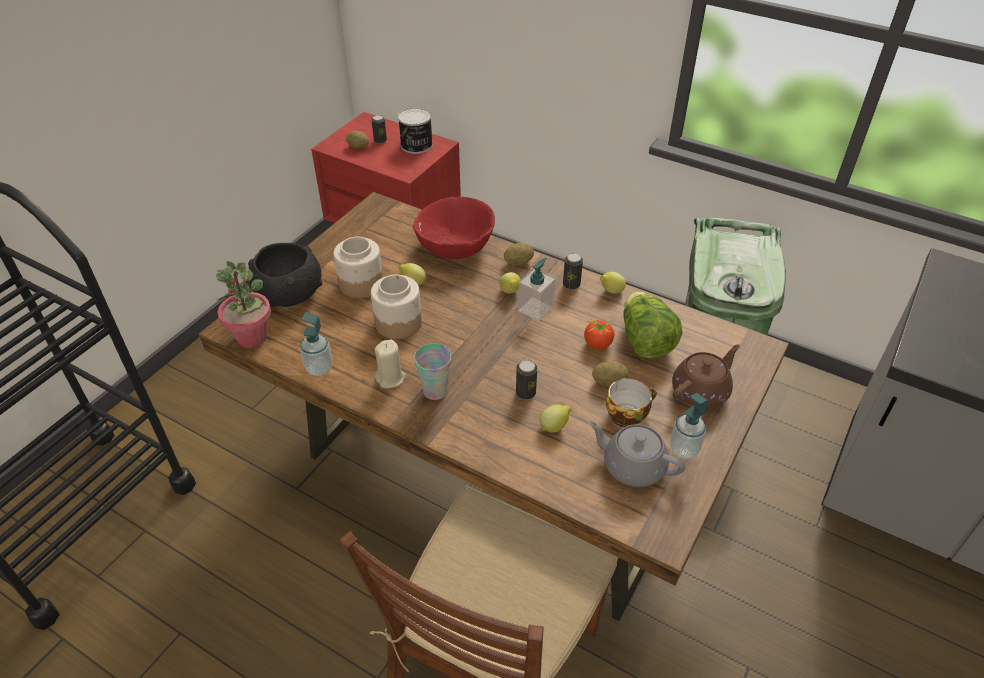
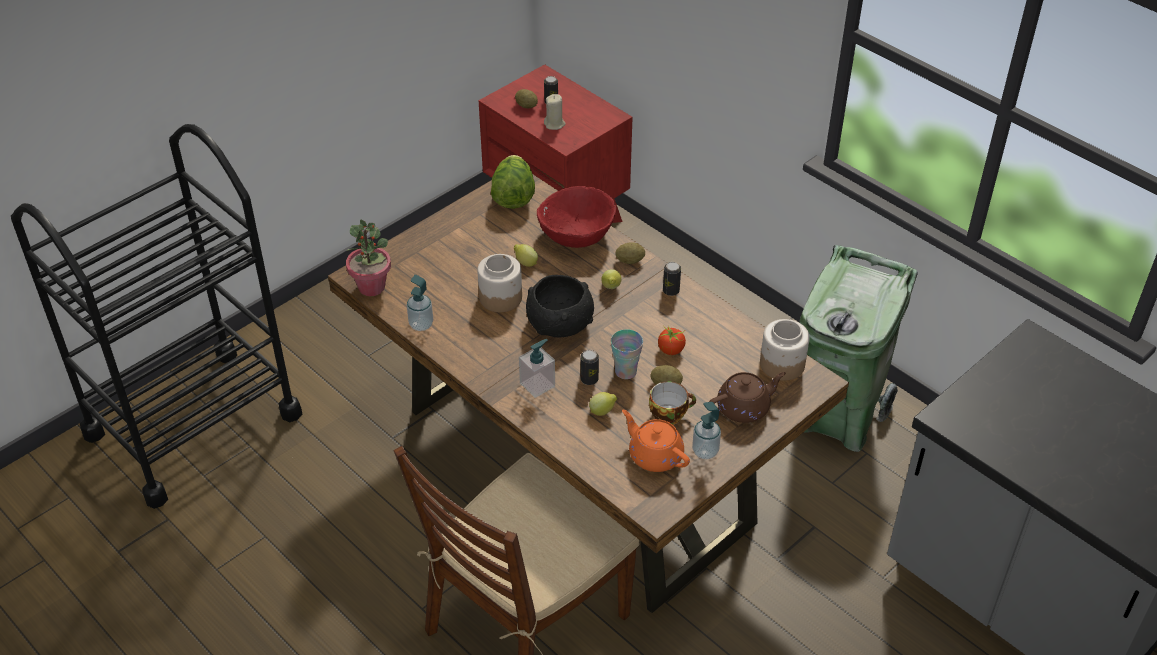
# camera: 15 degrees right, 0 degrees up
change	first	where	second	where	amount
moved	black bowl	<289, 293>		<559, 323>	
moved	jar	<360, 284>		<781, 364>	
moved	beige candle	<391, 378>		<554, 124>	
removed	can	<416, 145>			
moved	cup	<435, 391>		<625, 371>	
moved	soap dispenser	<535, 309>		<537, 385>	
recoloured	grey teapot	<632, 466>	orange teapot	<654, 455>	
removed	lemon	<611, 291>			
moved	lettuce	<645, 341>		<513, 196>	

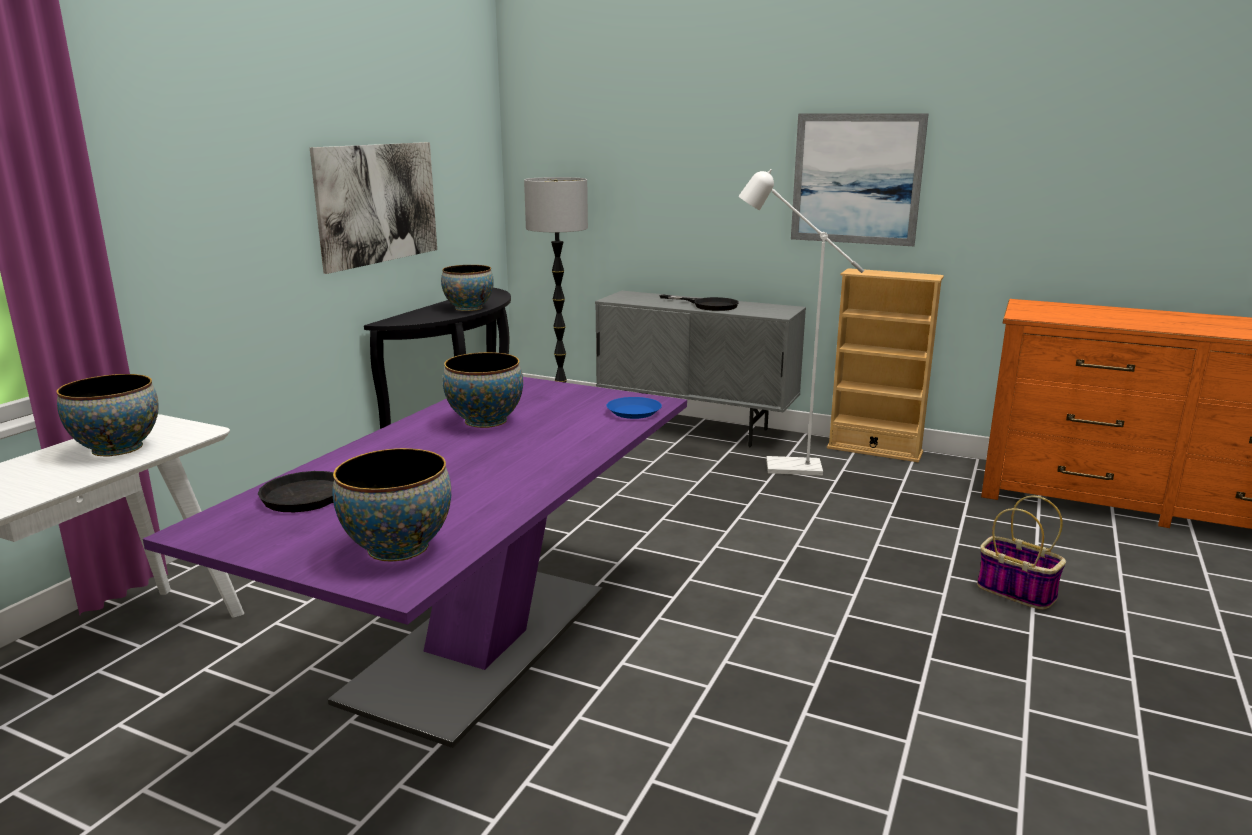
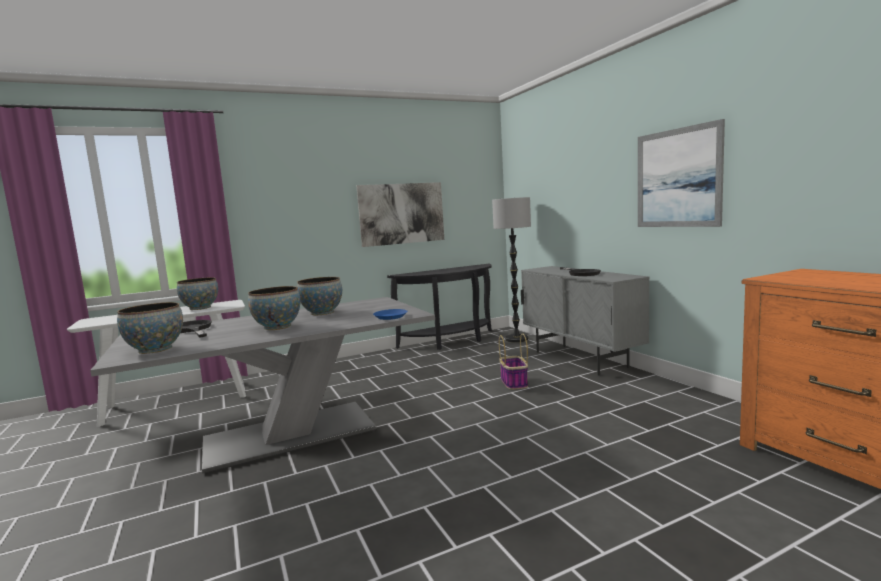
# camera: 40 degrees right, 10 degrees down
change	first	where	second	where	amount
recoloured	purple dining table	<480, 644>	grey dining table	<289, 435>	
moved	bowl	<469, 308>		<277, 327>	
removed	white floor lamp	<782, 467>			
removed	beige bookcase	<874, 450>			
moved	basket	<1014, 591>		<514, 382>	

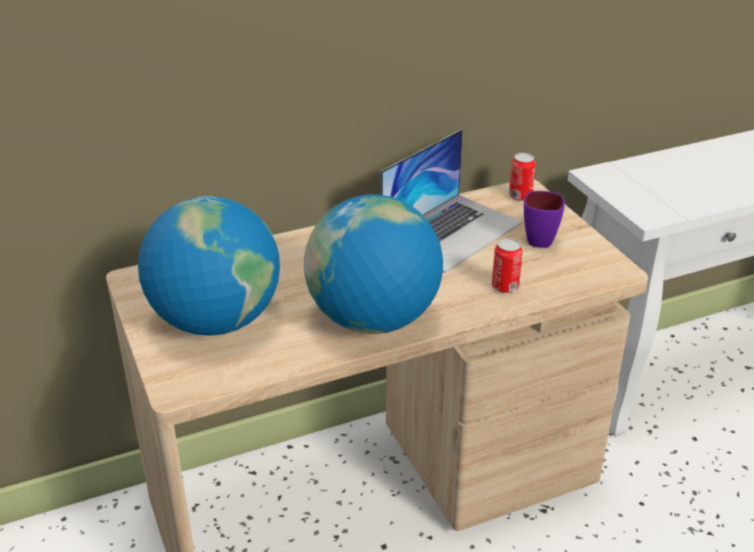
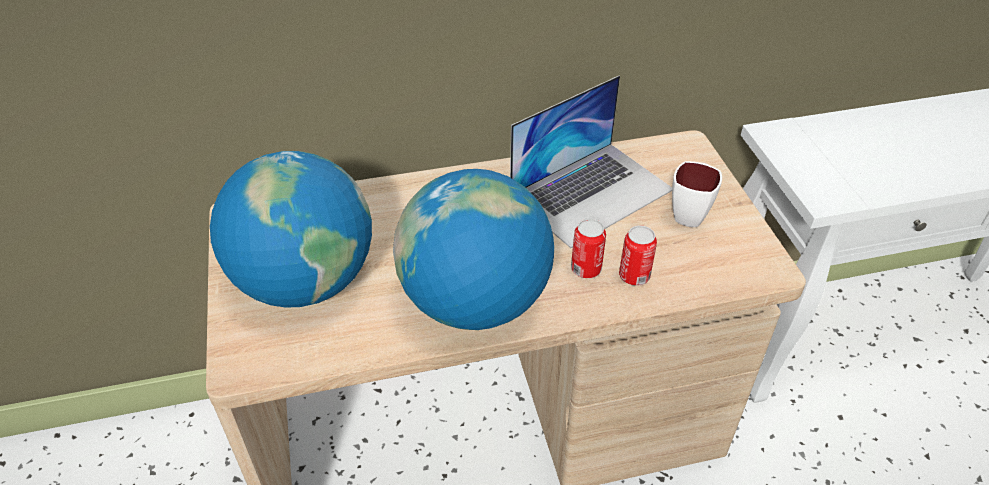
# camera: 10 degrees right, 10 degrees up
change	first	where	second	where	amount
moved	can	<520, 196>		<586, 269>	
recoloured	purple mug	<540, 237>	white mug	<690, 212>	

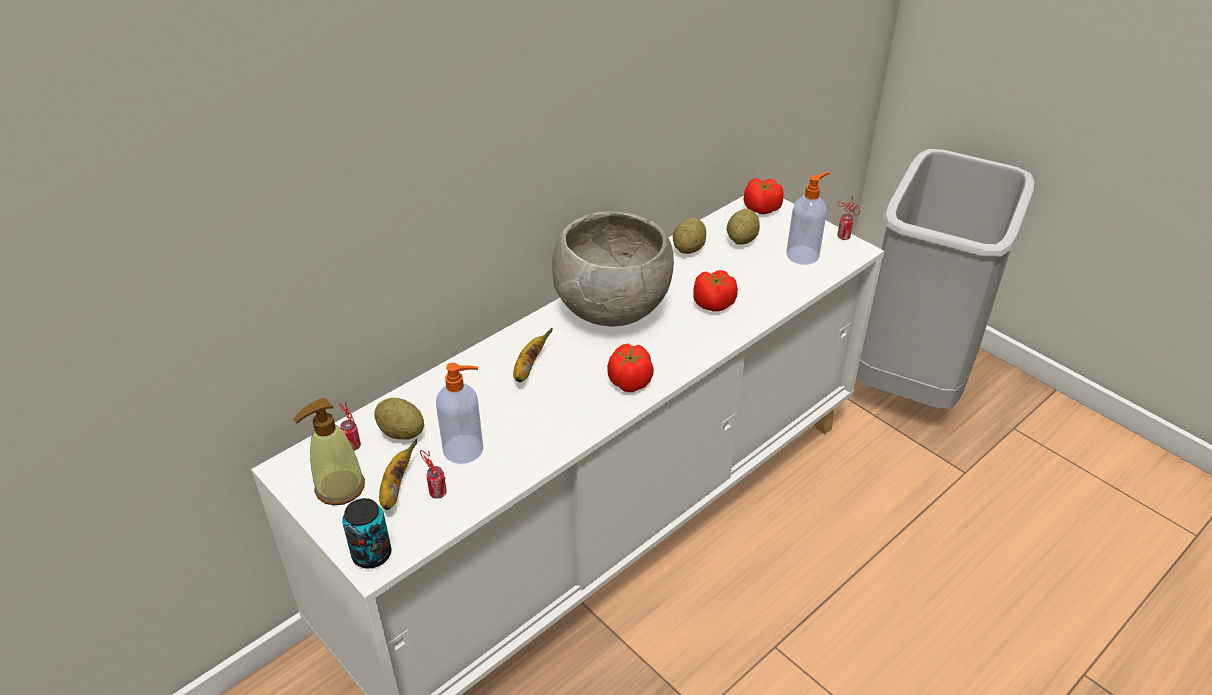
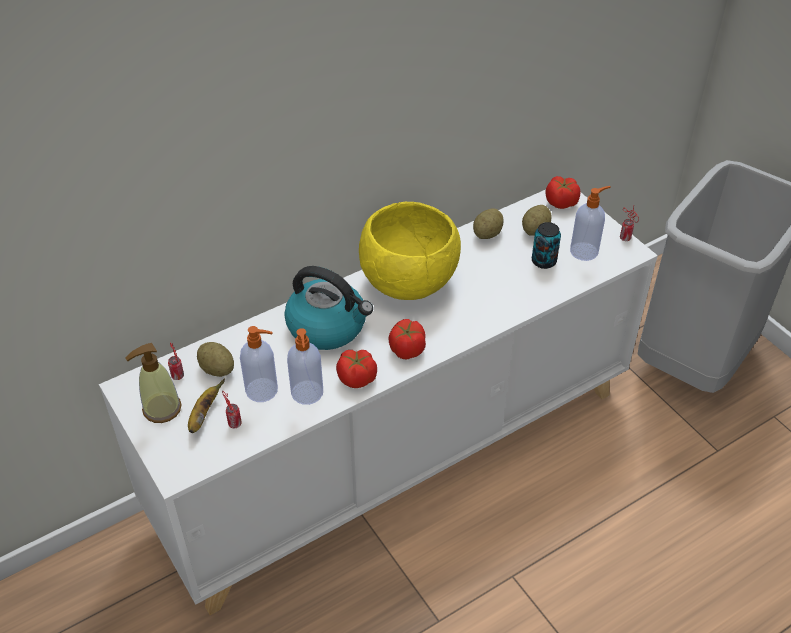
# camera: 10 degrees right, 5 degrees up
change	first	where	second	where	amount
moved	can	<372, 554>		<543, 261>	
replaced	banana	<528, 368>	kettle	<328, 326>	
recoloured	grey bowl	<613, 310>	yellow bowl	<409, 283>	
moved	tomato	<714, 304>		<357, 378>	
added			soap dispenser	<307, 393>	

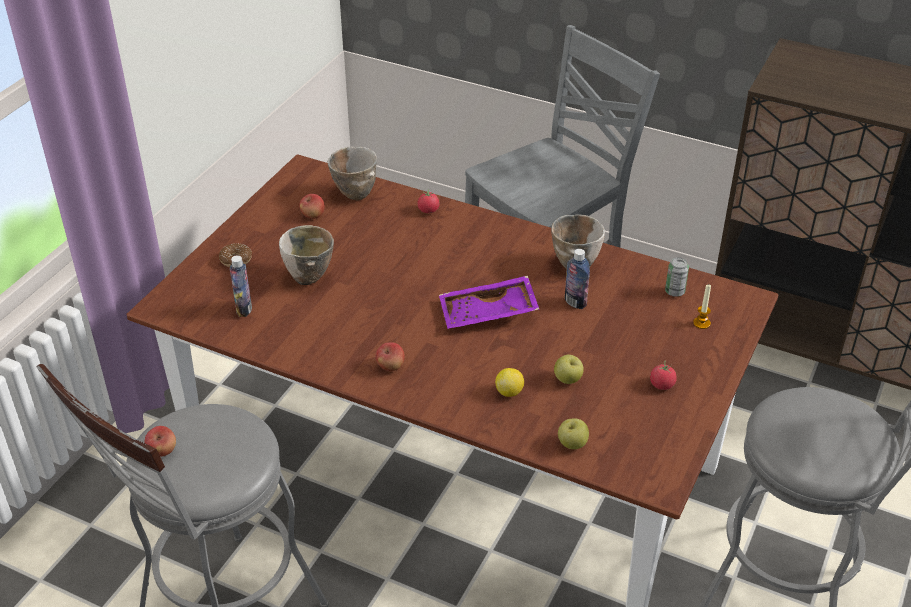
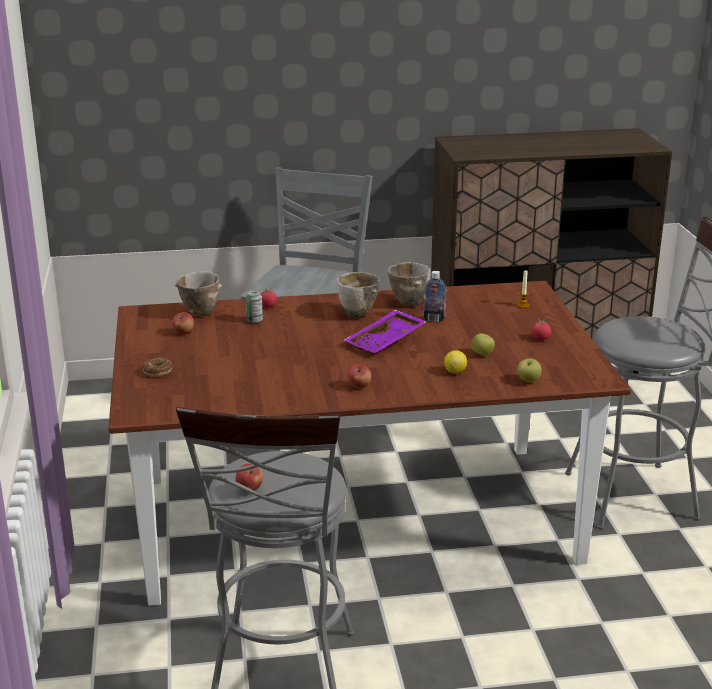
# camera: 35 degrees left, 15 degrees down
change	first	where	second	where	amount
removed	bottle	<244, 309>			
moved	bowl	<309, 279>		<358, 315>	
moved	can	<674, 291>		<254, 320>	

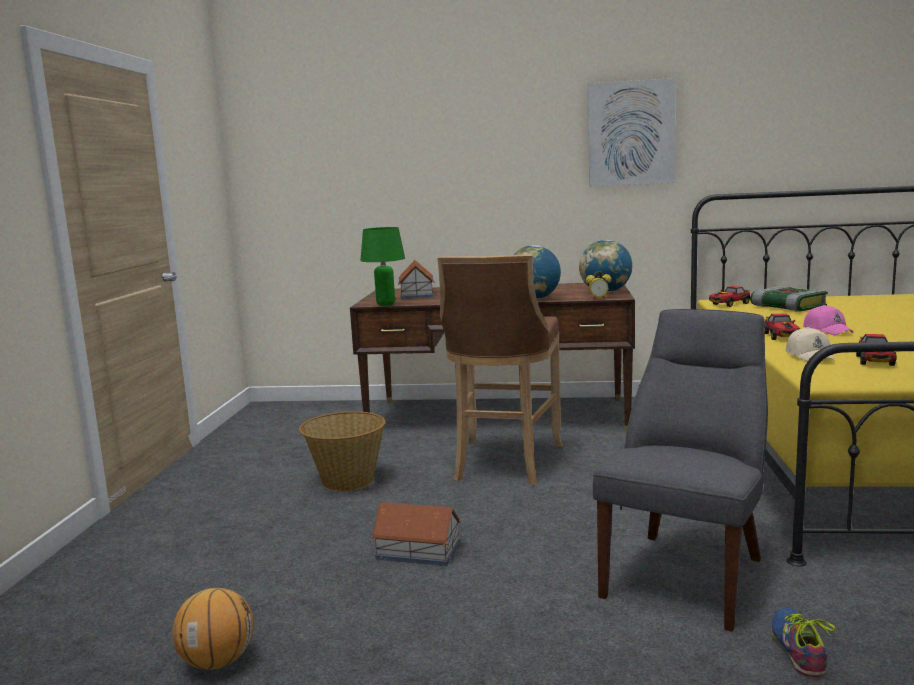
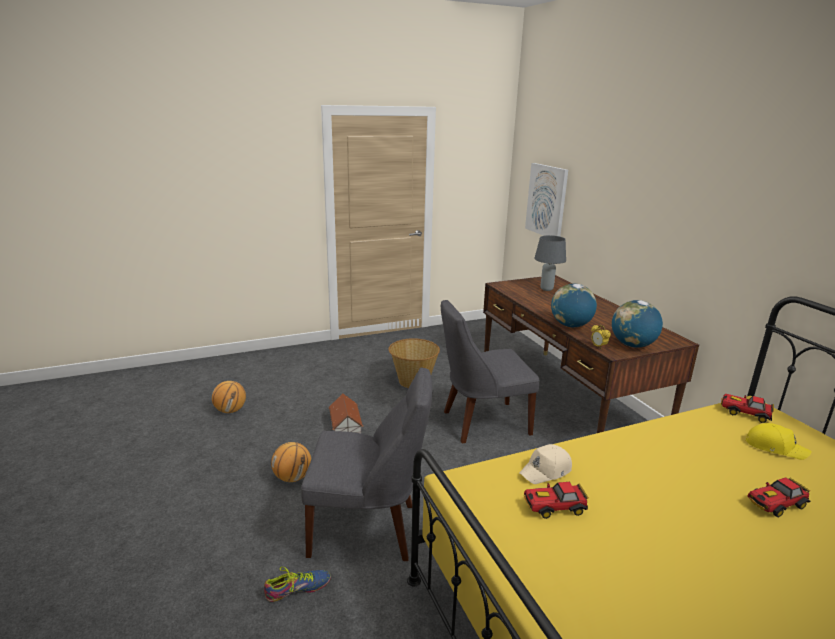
# camera: 60 degrees right, 10 degrees up
change	first	where	second	where	amount
removed	green table lamp	<385, 304>			
replaced	toy house	<416, 294>	grey table lamp	<546, 289>	
replaced	brown stool	<504, 463>	grey chair	<482, 423>	
moved	picture	<631, 133>		<547, 200>	
replaced	book	<786, 307>	yellow cap	<774, 447>	
moved	toy car	<781, 337>		<775, 504>	
removed	pink cap	<827, 330>			
added			basketball	<292, 477>	

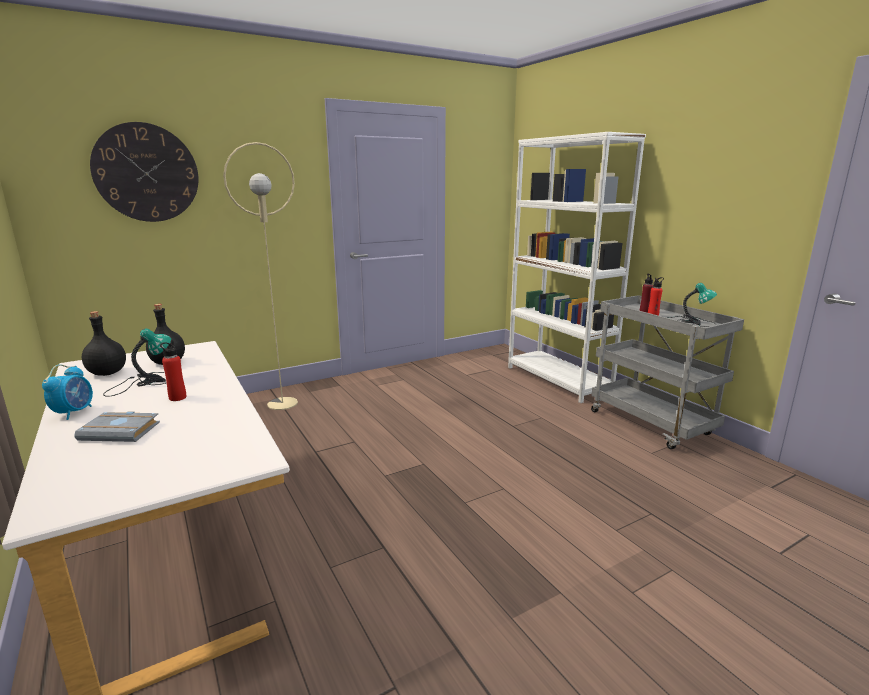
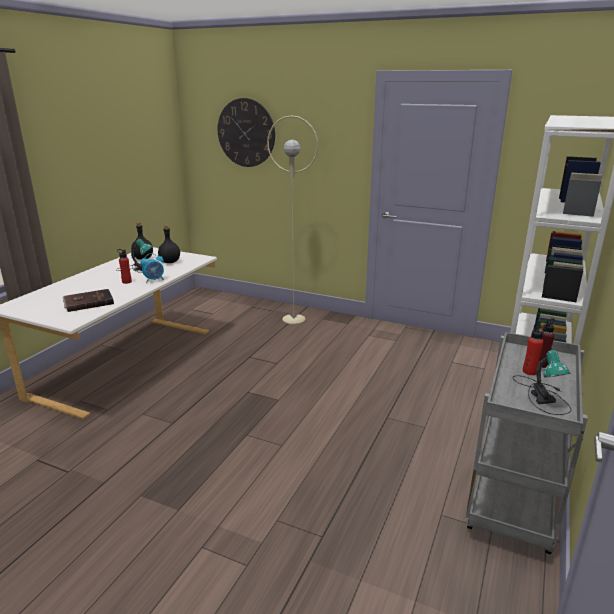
# camera: 55 degrees right, 5 degrees up
change	first	where	second	where	amount
moved	alarm clock	<74, 412>		<154, 280>	
removed	grey book	<122, 431>			
added			brown book	<88, 302>	

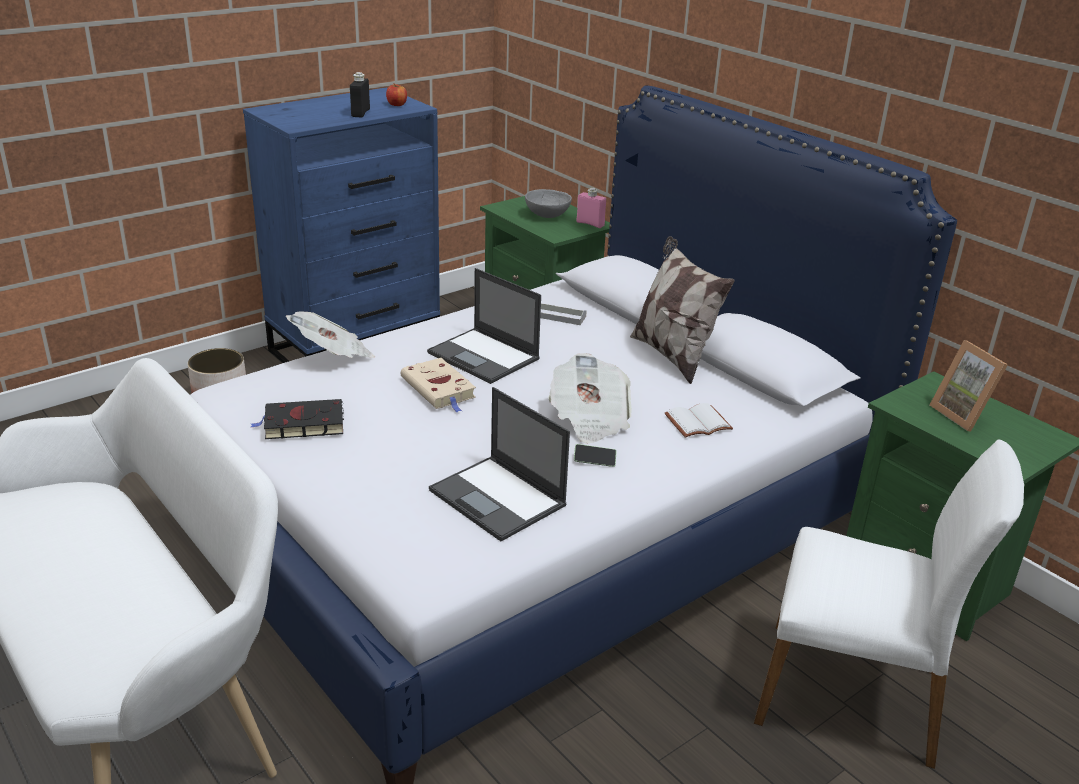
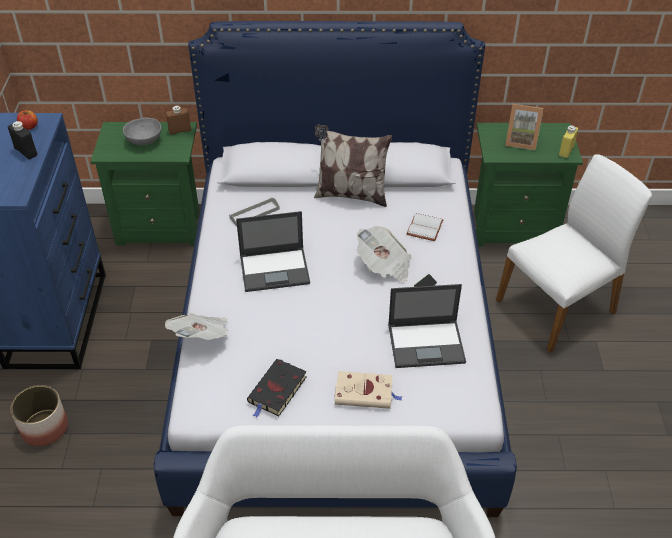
# camera: 50 degrees left, 15 degrees up
change	first	where	second	where	amount
moved	beige book	<439, 389>		<365, 393>	
recoloured	pink bottle	<590, 224>	brown bottle	<180, 131>	
added			yellow bottle	<566, 151>	

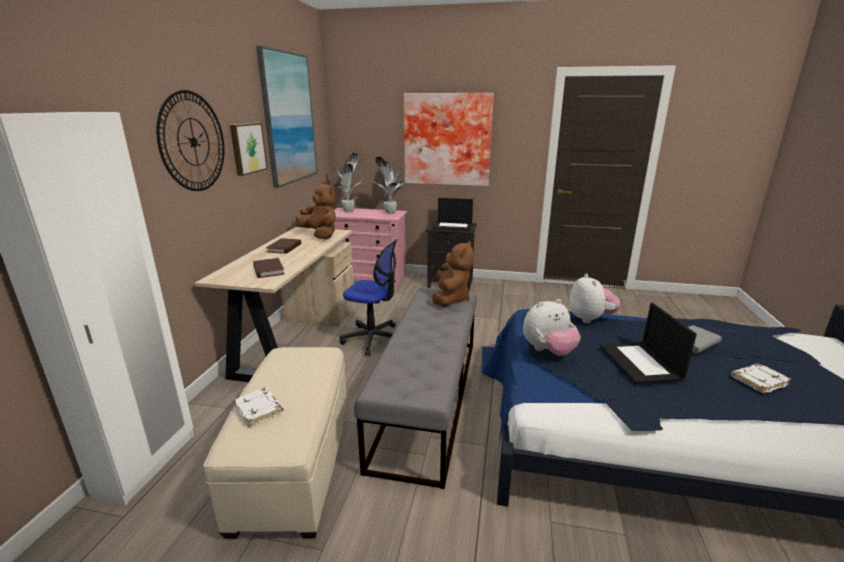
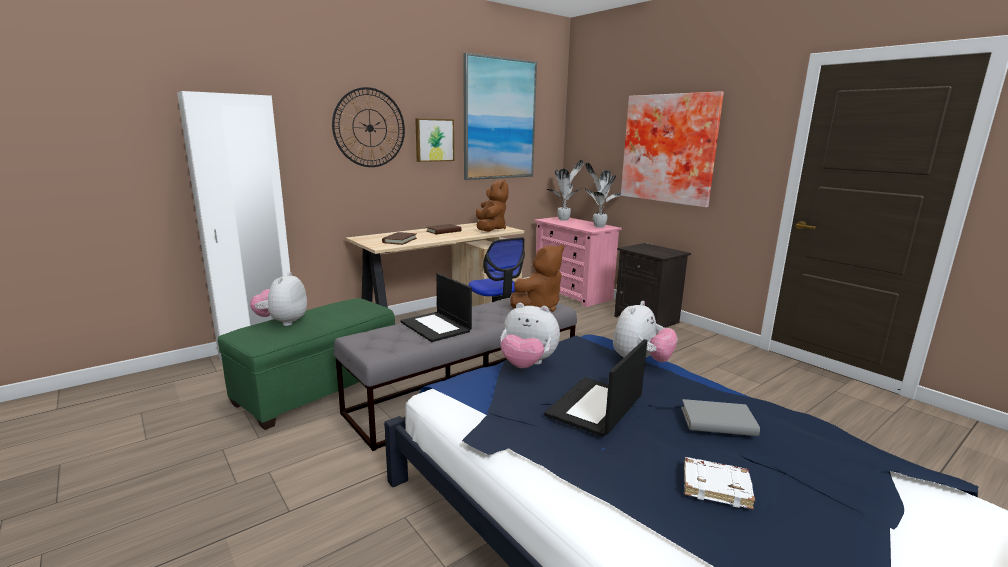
# camera: 40 degrees right, 5 degrees down
change	first	where	second	where	amount
recoloured	beige ottoman	<294, 464>	green ottoman	<318, 388>	
replaced	white book	<260, 409>	plush toy	<283, 322>	
moved	laptop	<453, 226>		<436, 327>	

